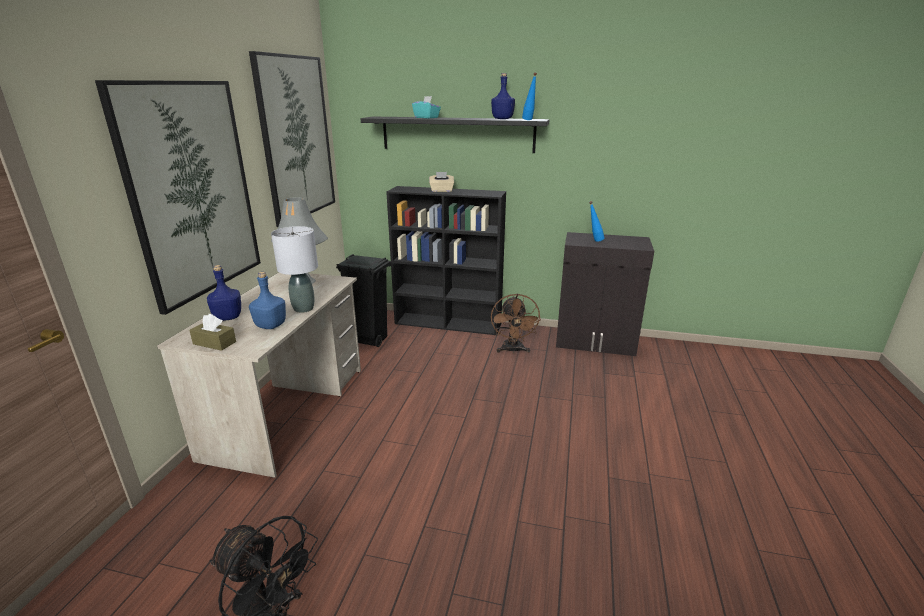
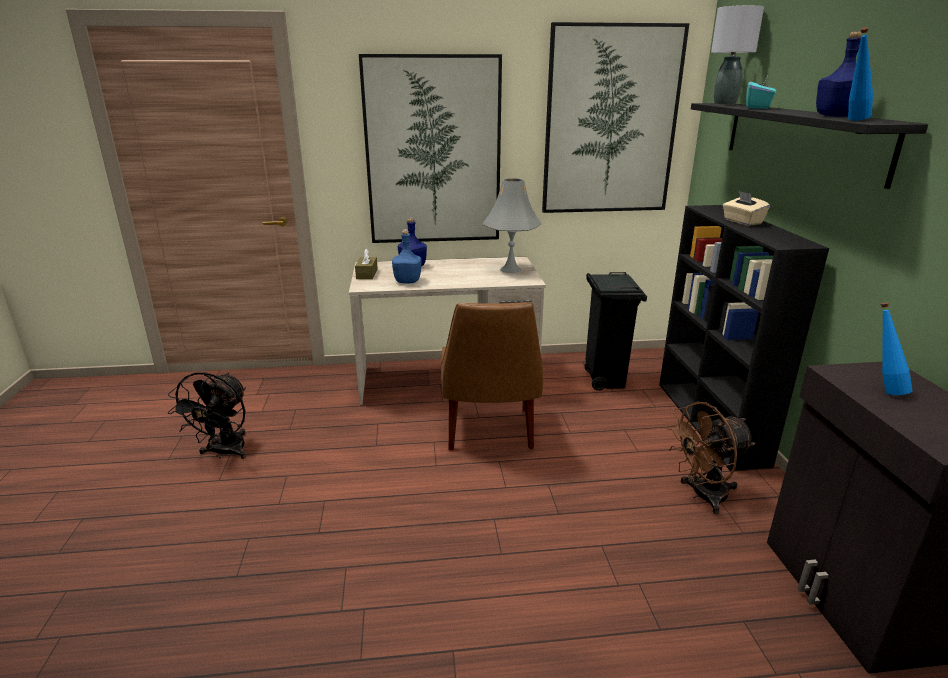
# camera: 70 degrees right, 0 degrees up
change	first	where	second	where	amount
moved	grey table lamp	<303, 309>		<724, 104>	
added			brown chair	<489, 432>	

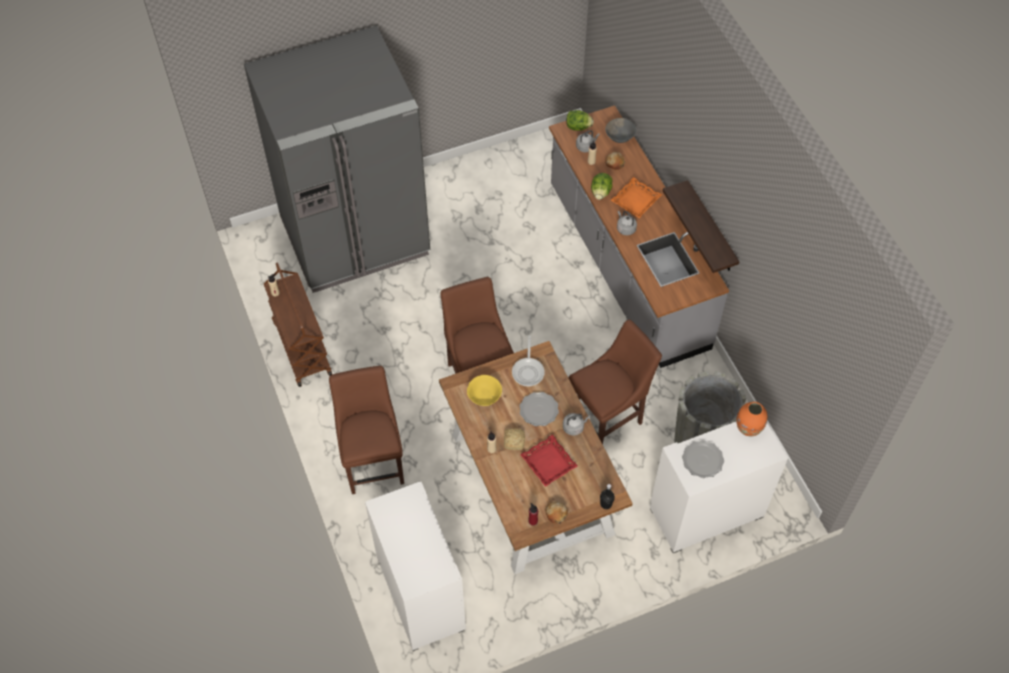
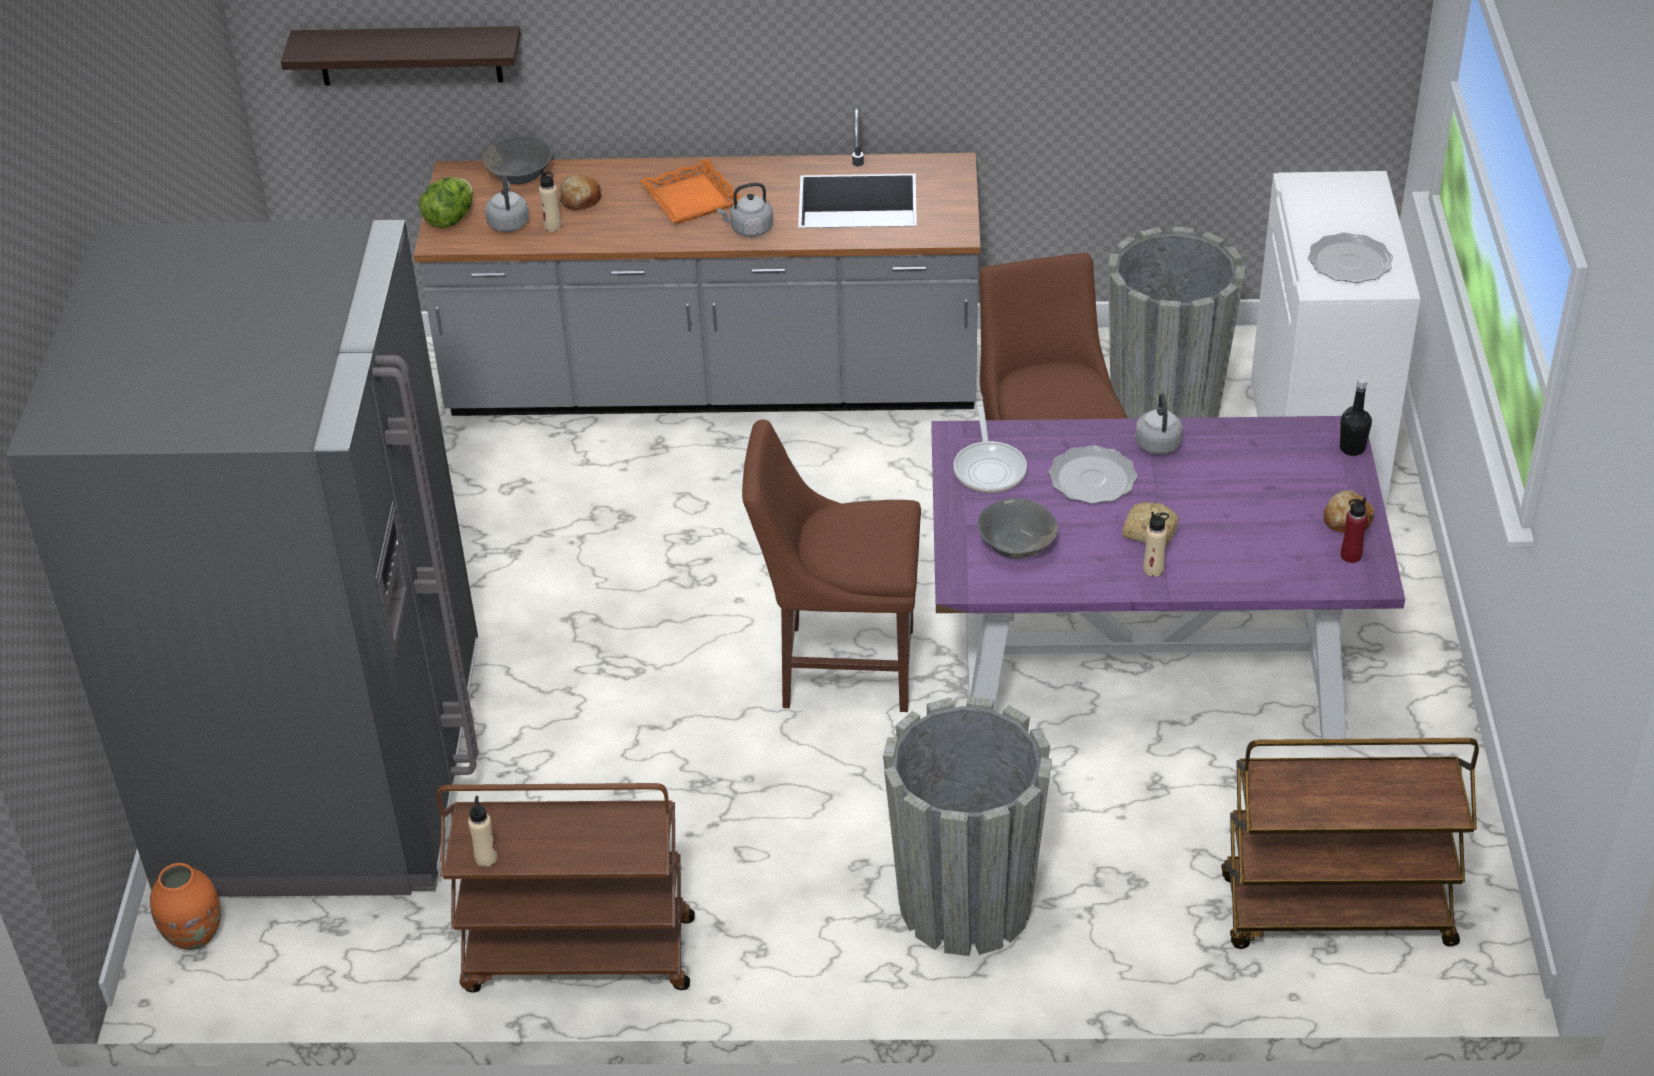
# camera: 65 degrees left, 15 degrees down
change	first	where	second	where	amount
replaced	brown chair	<373, 461>	grey planter	<965, 903>	
replaced	white cabinet	<419, 593>	brown cart	<1335, 913>	
recoloured	brown dining table	<532, 484>	purple dining table	<1147, 660>	
recoloured	yellow bowl	<484, 395>	grey bowl	<1015, 546>	
turned	frying pan	<528, 371>		<989, 468>	60 degrees clockwise
removed	red tray	<549, 462>			
removed	lettuce	<601, 192>			
moved	shelf	<711, 229>		<409, 55>	
moved	orange vase	<748, 429>		<195, 935>	

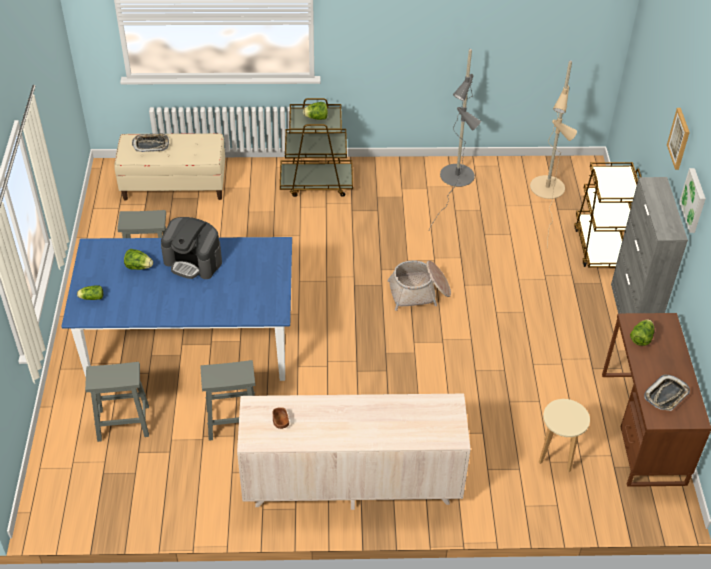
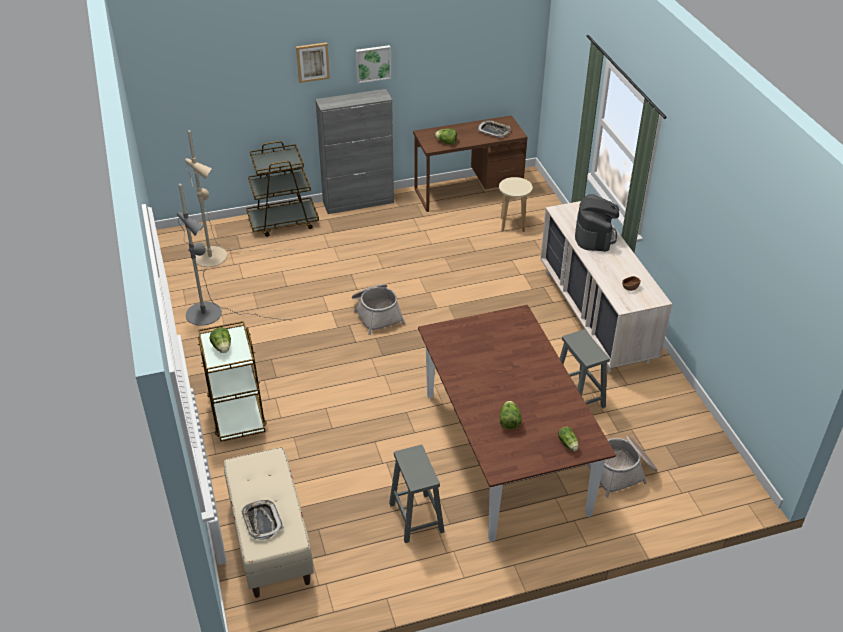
# camera: 105 degrees left, 5 degrees down
change	first	where	second	where	amount
recoloured	blue dining table	<190, 342>	brown dining table	<503, 451>	
replaced	grey stool	<122, 423>	basket	<622, 471>	
moved	coffee machine	<193, 261>		<594, 236>	

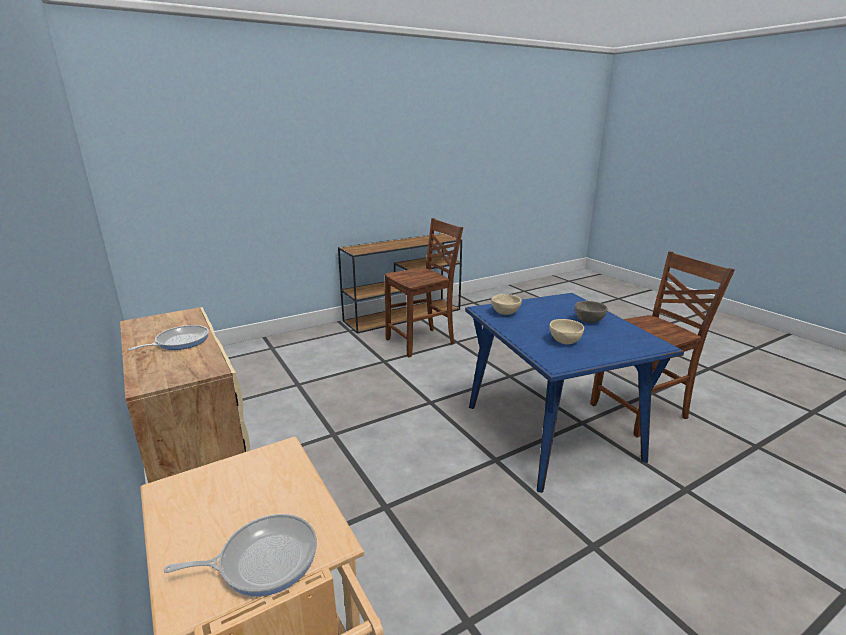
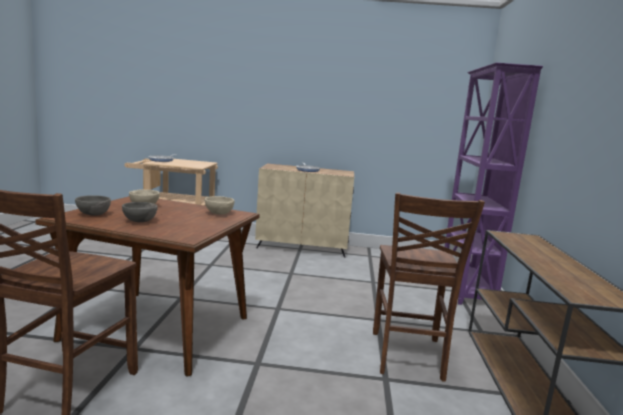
# camera: 125 degrees right, 10 degrees down
change	first	where	second	where	amount
recoloured	blue dining table	<551, 432>	brown dining table	<157, 328>	
added			grey bowl	<93, 215>	
added			purple bookcase	<465, 289>	

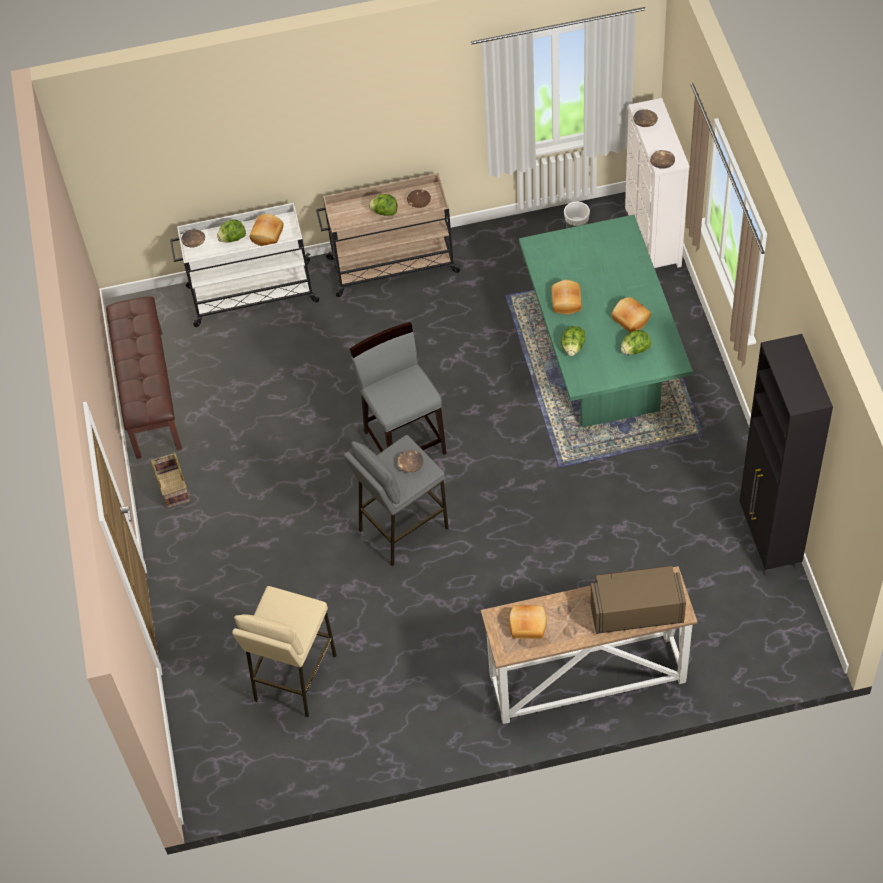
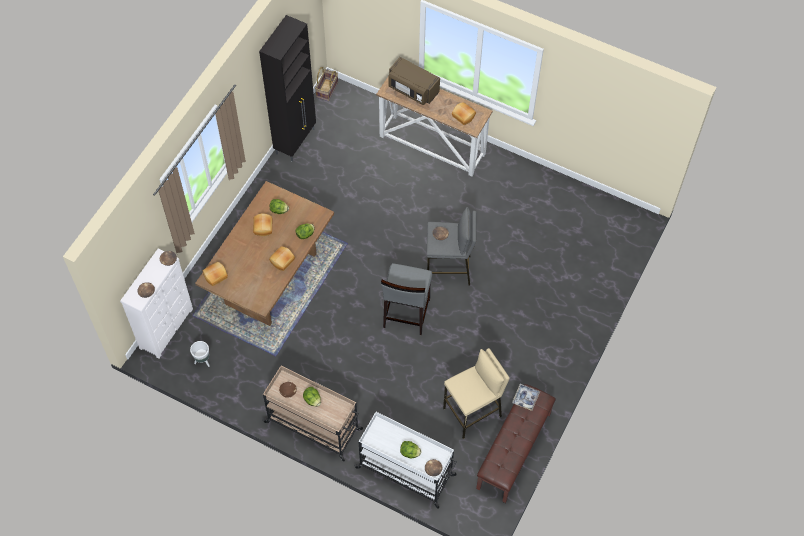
# camera: 145 degrees left, 5 degrees up
change	first	where	second	where	amount
moved	basket	<172, 488>		<327, 90>	
moved	beige stool	<294, 678>		<473, 413>	
moved	bread	<268, 235>		<215, 275>	
recoloured	green dining table	<602, 363>	brown dining table	<271, 278>	
added			tray	<525, 398>	

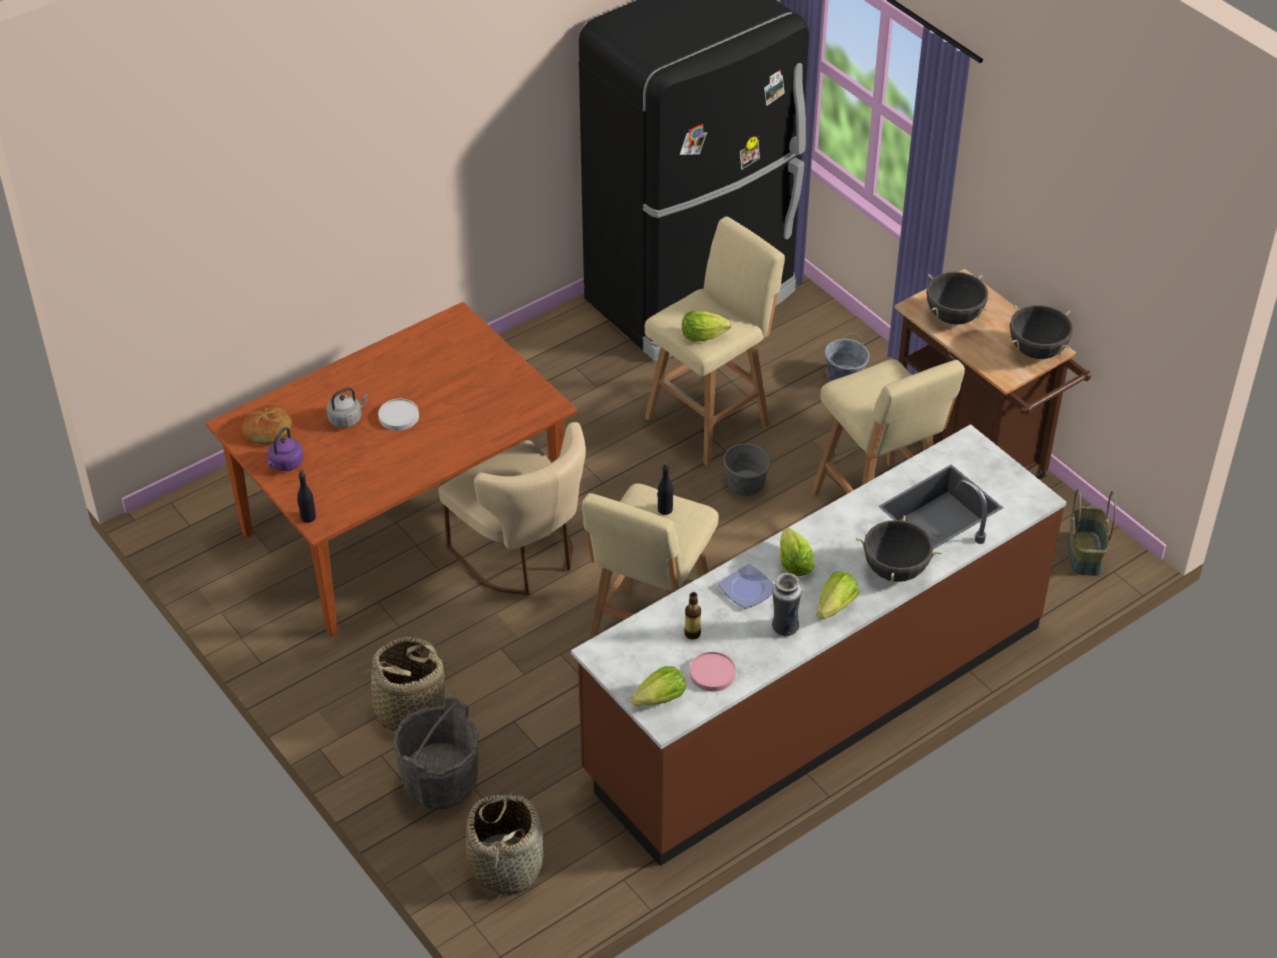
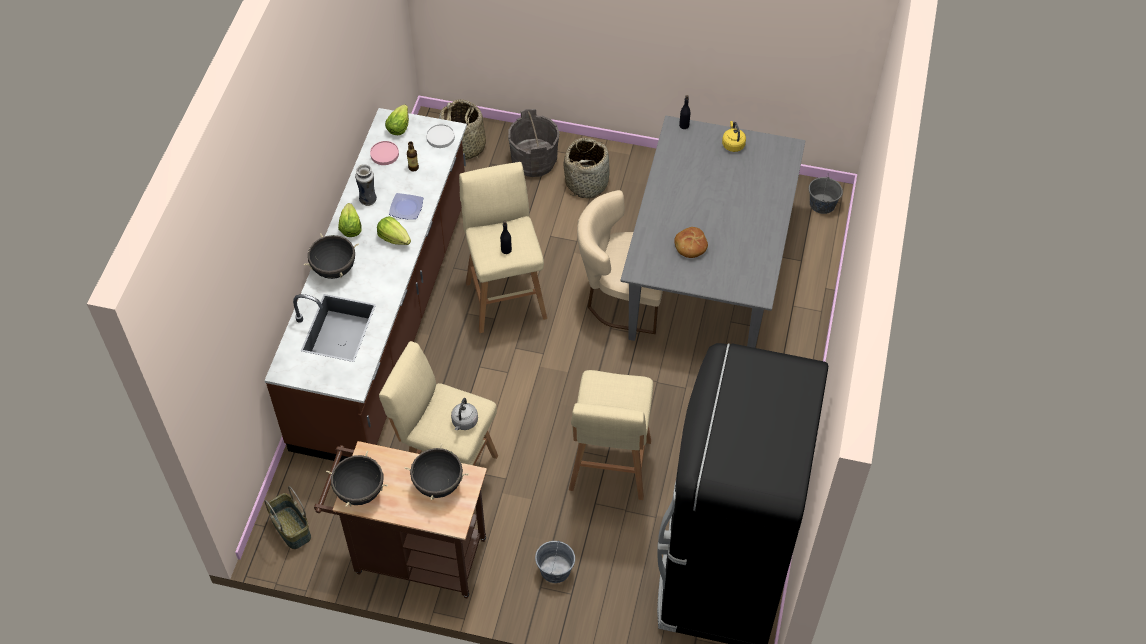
# camera: 140 degrees right, 10 degrees up
change	first	where	second	where	amount
recoloured	brown dining table	<403, 524>	grey dining table	<707, 273>	
moved	bread	<269, 431>		<690, 246>	
recoloured	purple kettle	<285, 464>	yellow kettle	<733, 144>	
moved	grey kettle	<347, 419>		<464, 422>	
moved	white plate	<399, 416>		<440, 137>	
removed	lettuce	<702, 336>			
moved	grey bucket	<746, 483>		<822, 204>	

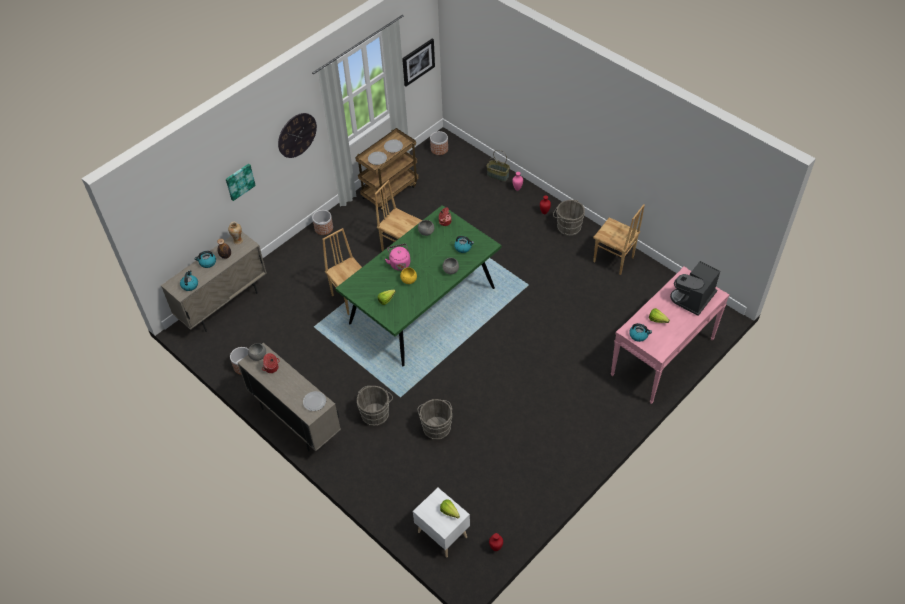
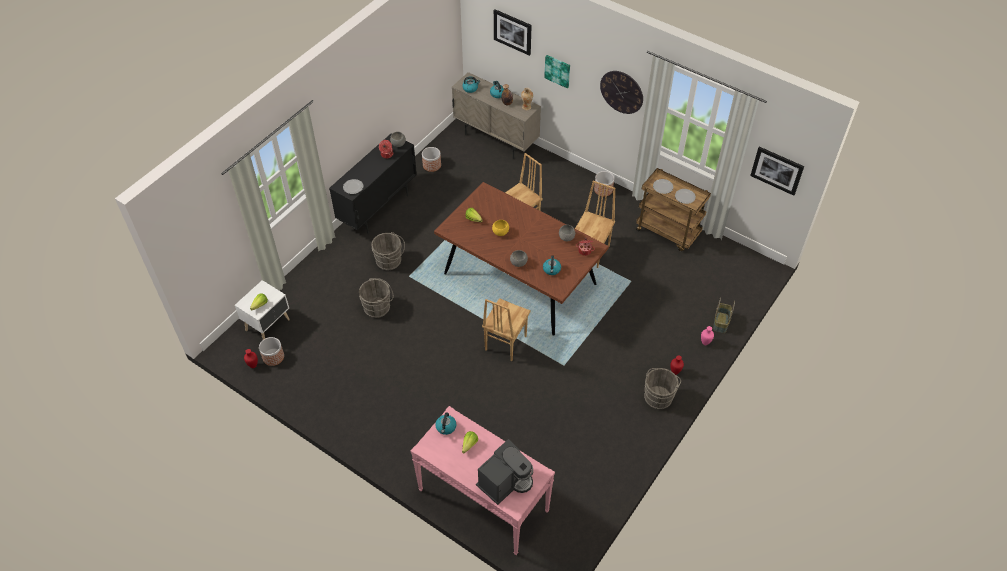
# camera: 80 degrees right, 0 degrees up
change	first	where	second	where	amount
recoloured	beige cabinet	<295, 420>	black cabinet	<378, 208>	
recoloured	green dining table	<422, 306>	brown dining table	<519, 279>	
removed	pink kettle	<399, 263>			
moved	planter	<439, 149>		<273, 357>	
moved	brown chair	<613, 260>		<505, 343>	
turned	coffee machine	<693, 299>		<505, 481>	105 degrees clockwise
added			picture	<512, 31>	

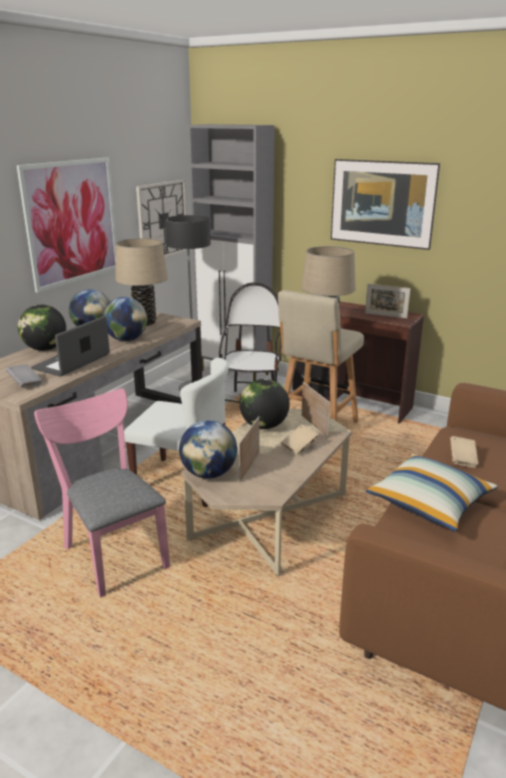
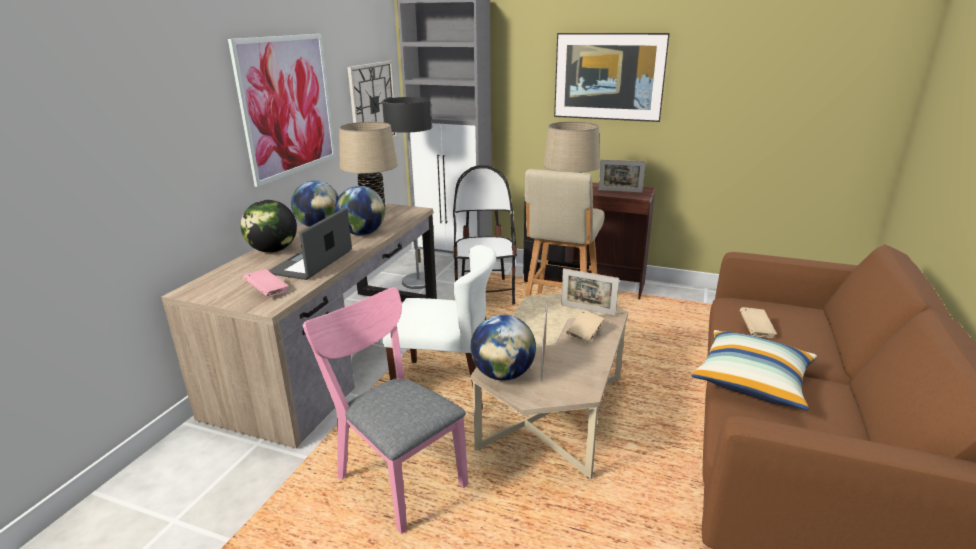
# camera: 10 degrees left, 0 degrees up
change	first	where	second	where	amount
recoloured	grey book	<25, 384>	pink book	<268, 292>	
removed	globe	<264, 426>			
turned	picture frame	<314, 426>		<588, 310>	150 degrees clockwise

